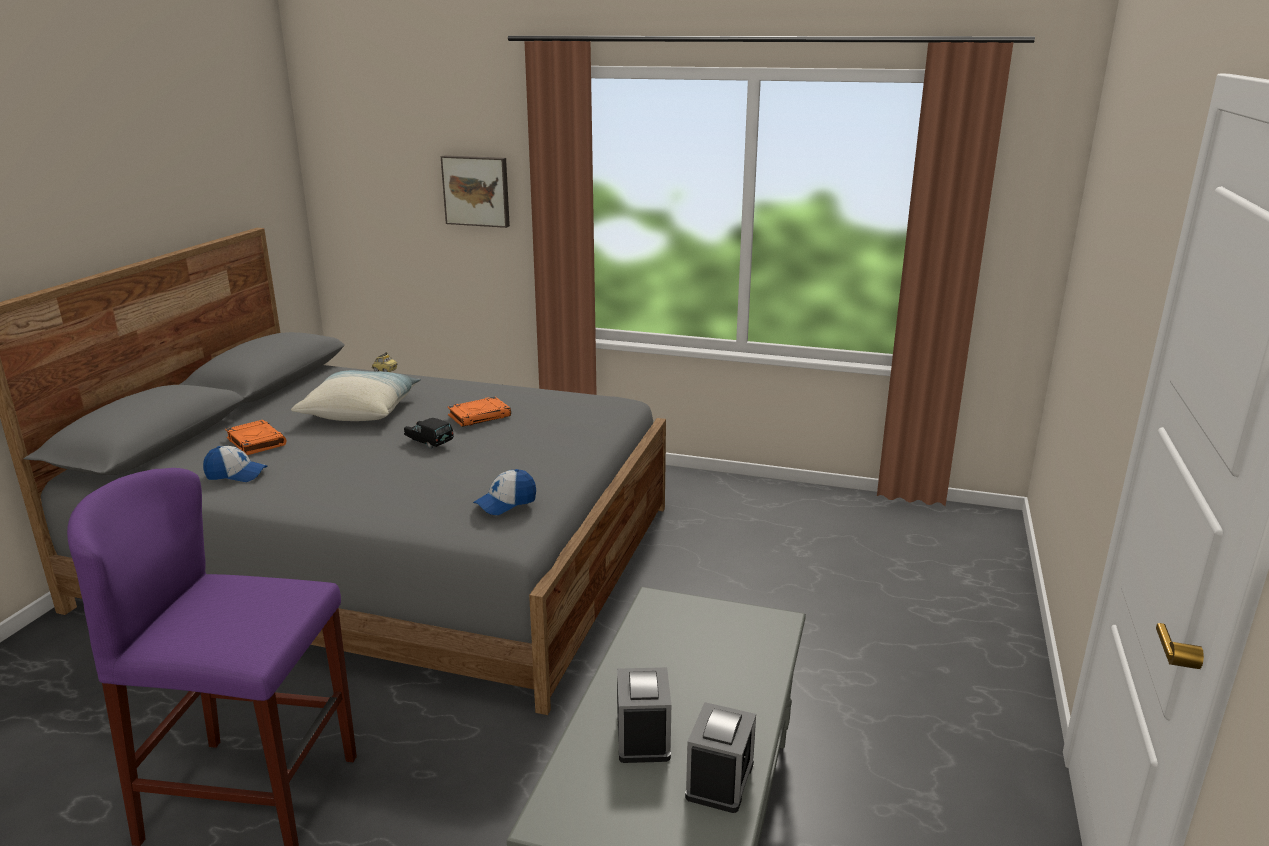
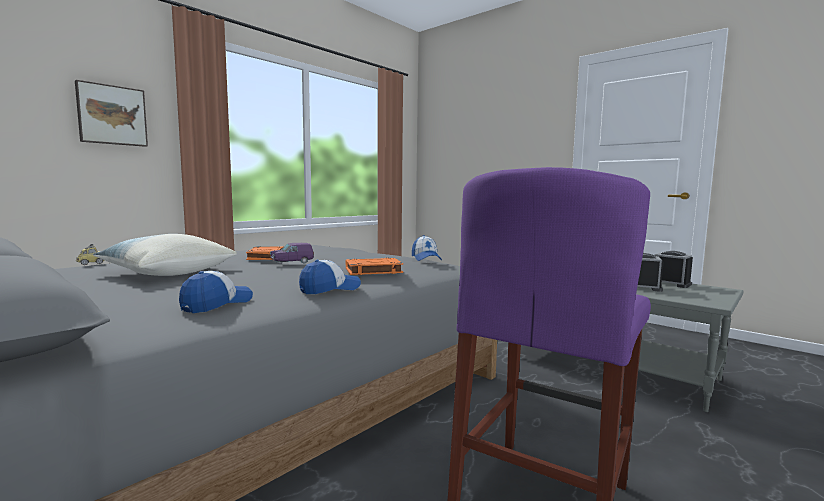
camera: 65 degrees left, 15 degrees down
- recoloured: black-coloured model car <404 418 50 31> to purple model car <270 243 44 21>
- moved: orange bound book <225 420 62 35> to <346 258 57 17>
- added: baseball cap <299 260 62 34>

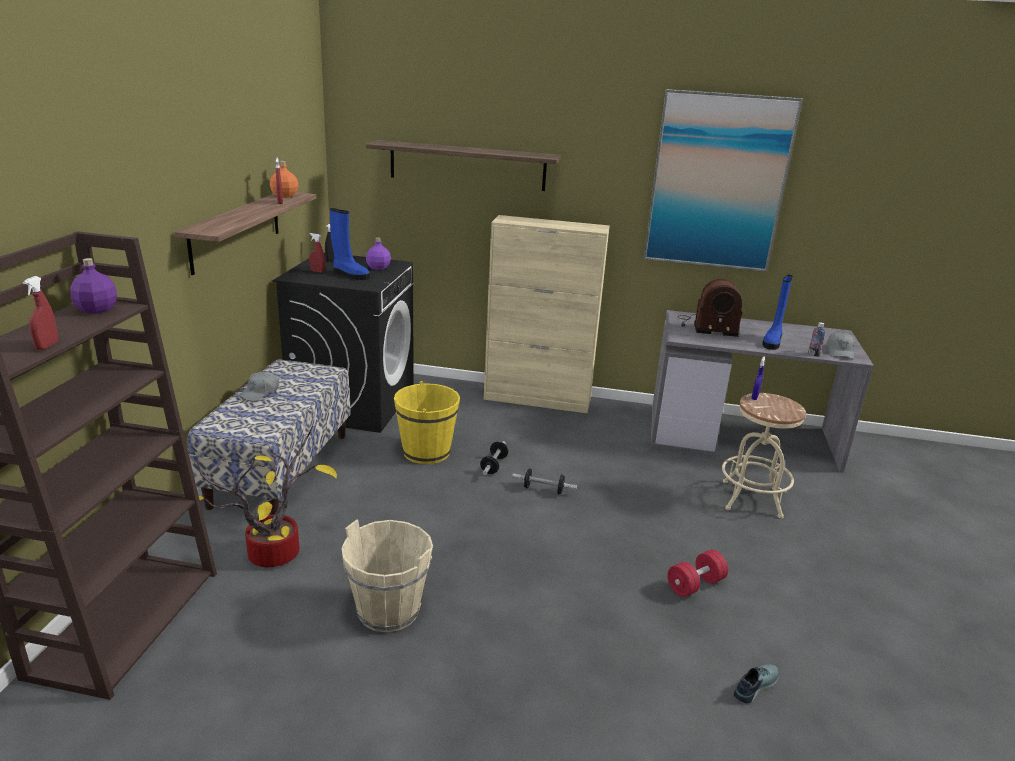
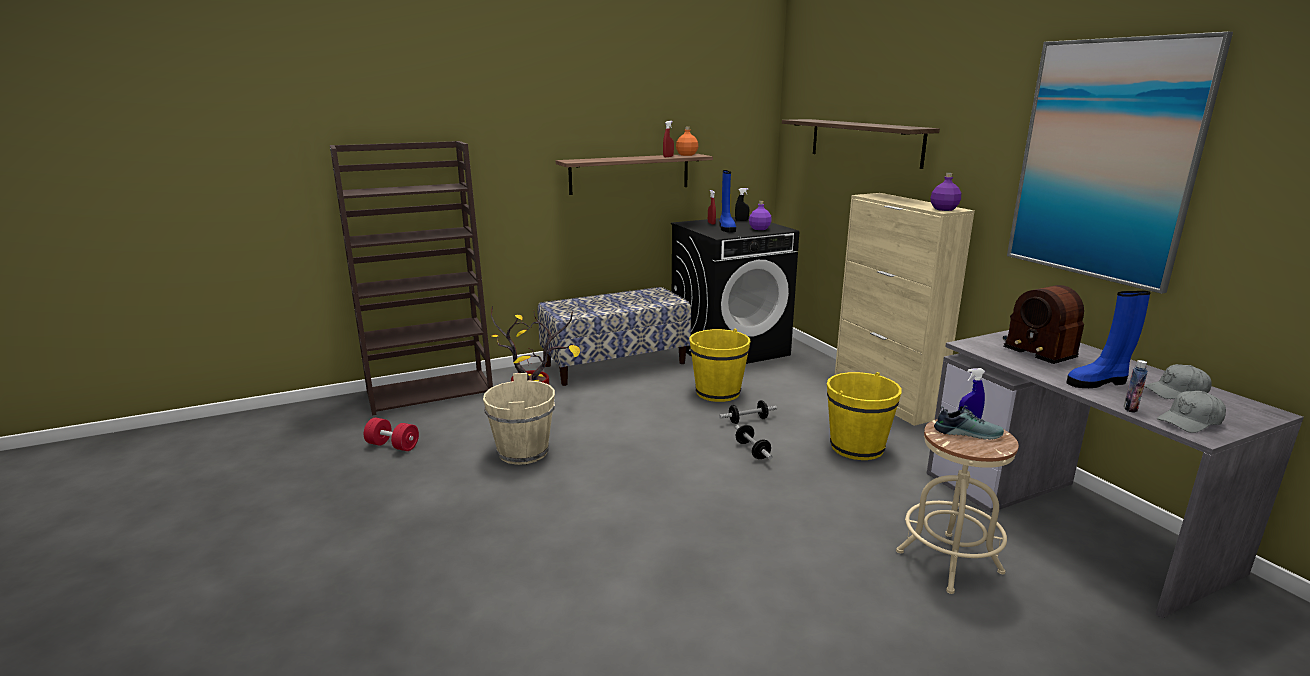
camera: 55 degrees right, 5 degrees down
- moved: purple beverage bottle <70 258 47 56> to <930 173 31 38>
- removed: red spray bottle <23 276 35 74>
- moved: grey baseball cap <238 372 41 30> to <1144 364 68 35>
- moved: red hand weight <667 550 61 47> to <364 418 55 33>
- moved: low shoe <734 664 45 40> to <934 405 70 35>
- added: yellowish pail <827 372 75 88>

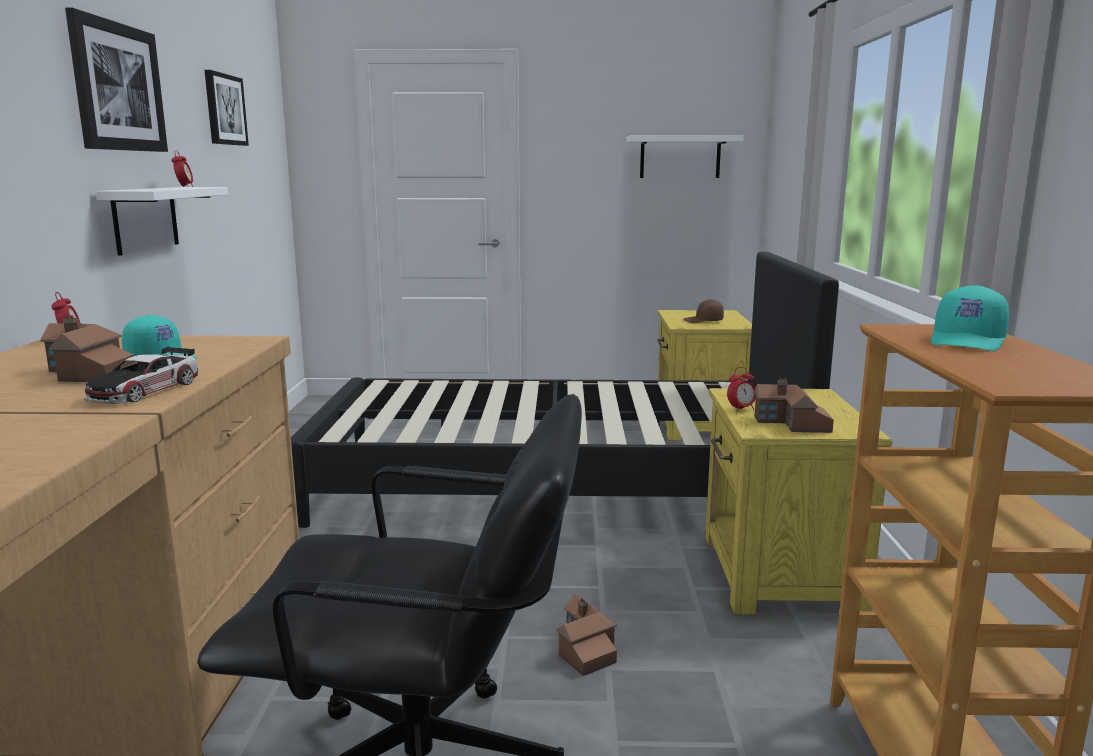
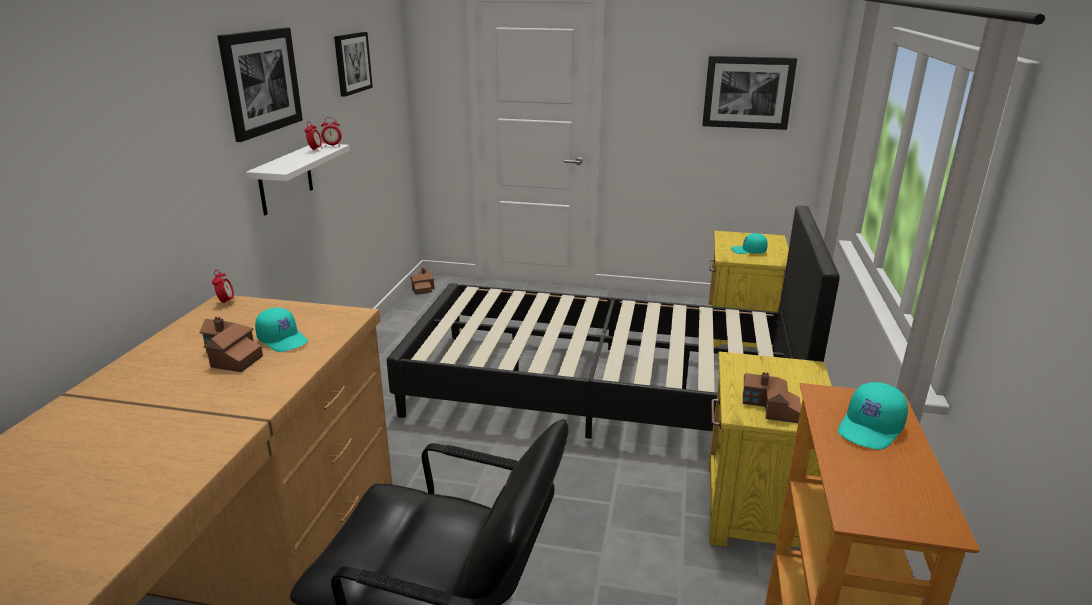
camera: 10 degrees right, 10 degrees up
- replaced: white bracket shelf <626 135 118 43> to wall art <702 56 95 74>
- recoloured: brown-coloured baseball cap <683 299 41 24> to turquoise-coloured baseball cap <731 233 37 21>
- removed: model car <84 346 114 58>
- moved: bedside clock <727 367 29 45> to <321 117 21 30>
- moved: miniature house <556 594 61 82> to <410 268 25 27>

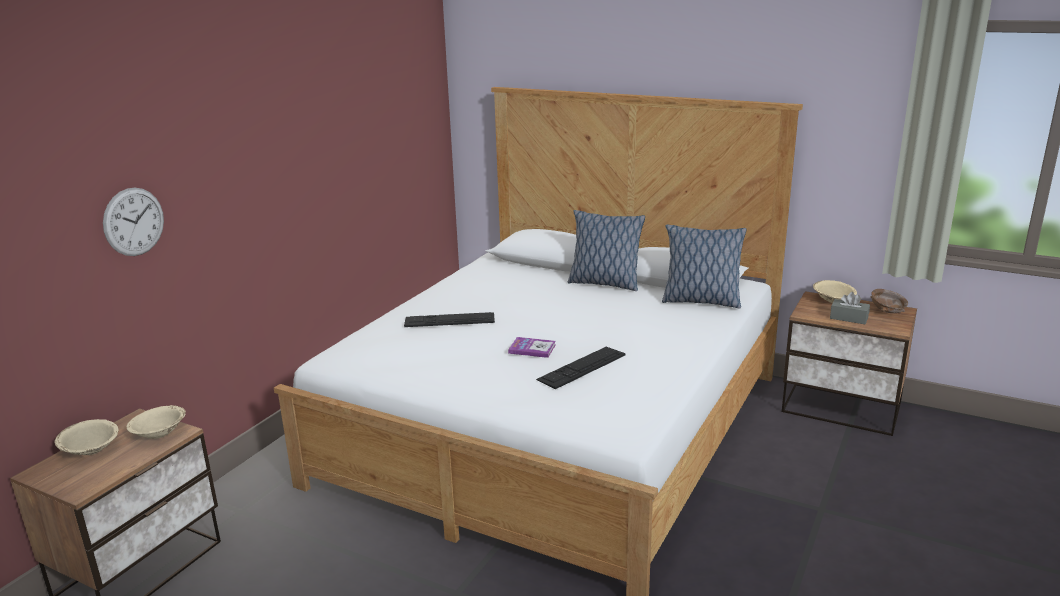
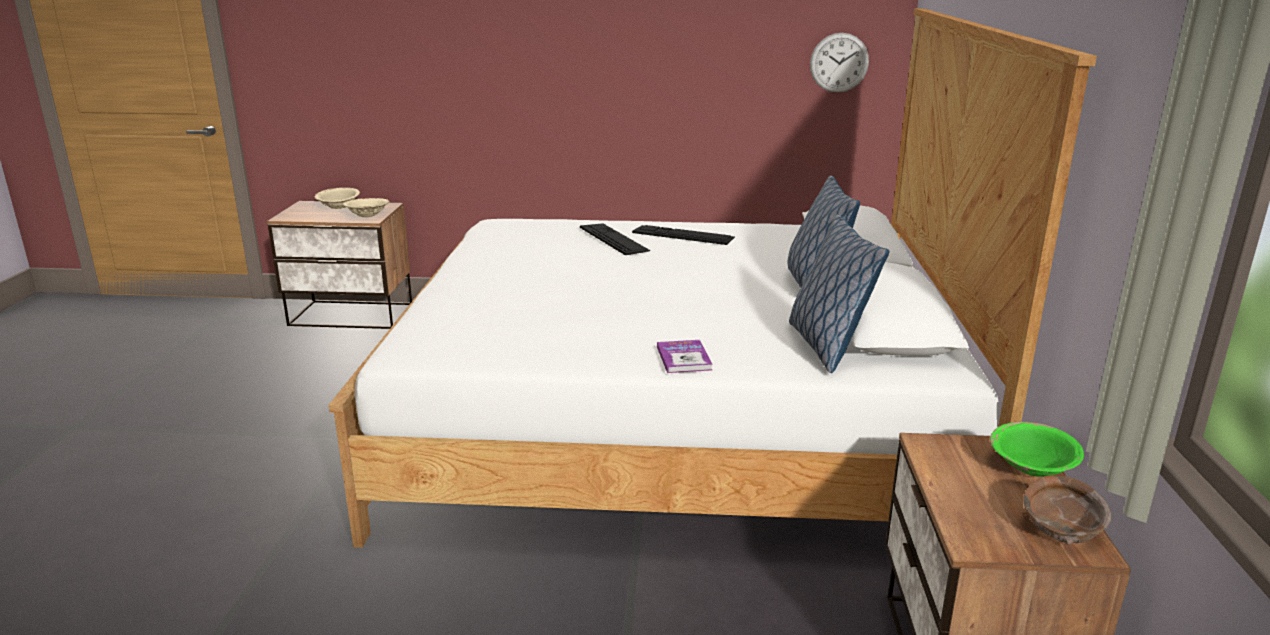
camera: 65 degrees right, 0 degrees up
- moved: clock on the wall <103 188 61 68> to <810 33 59 60>
- recoloured: beige-coloured deep dish <813 280 44 23> to greenish deep dish <990 422 94 55>
- removed: grey tissue box <830 292 40 32>
- moved: bound book <508 337 48 21> to <657 340 56 33>
- moved: keyboard <536 347 90 42> to <632 225 103 20>

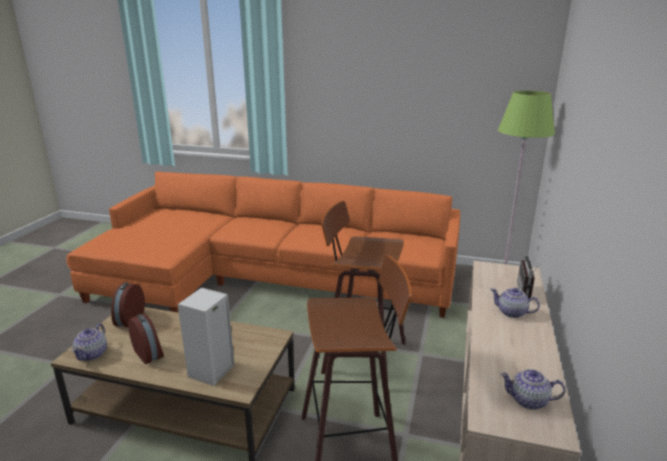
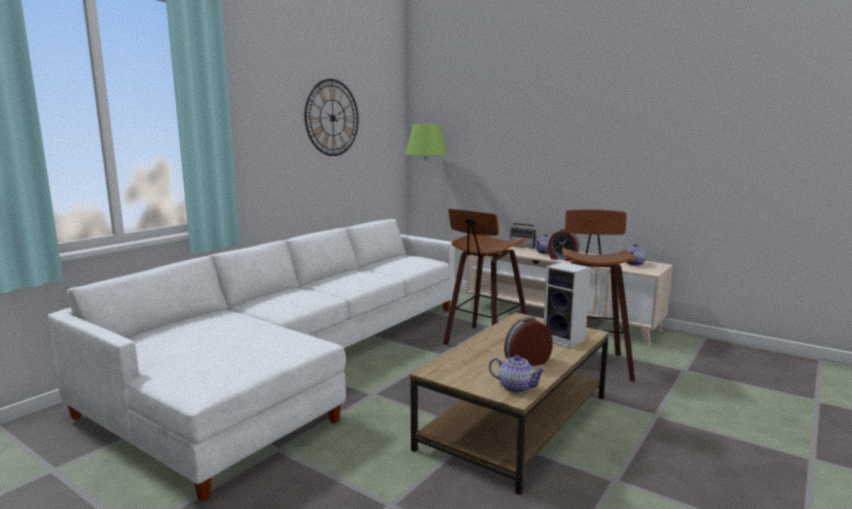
camera: 70 degrees left, 10 degrees down
- recoloured: orange couch <66 171 394 147> to white couch <48 219 407 283>
- moved: bedside clock <111 282 34 45> to <548 229 31 32>
- added: clock on the wall <305 79 54 77>

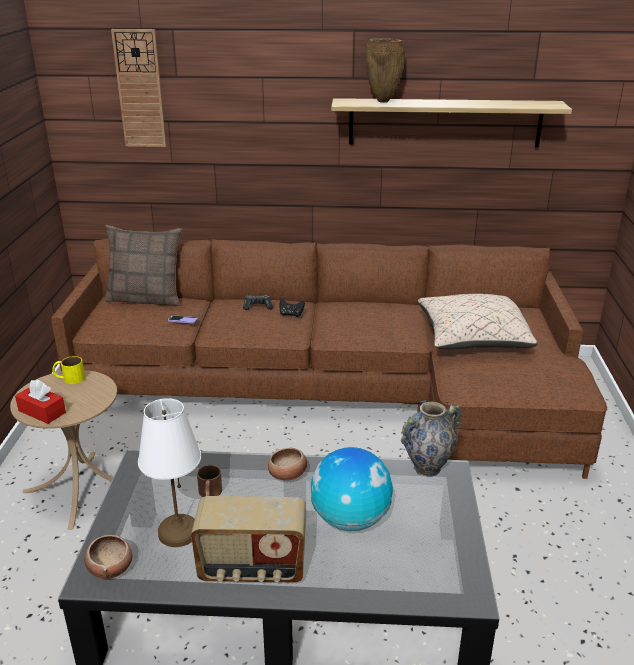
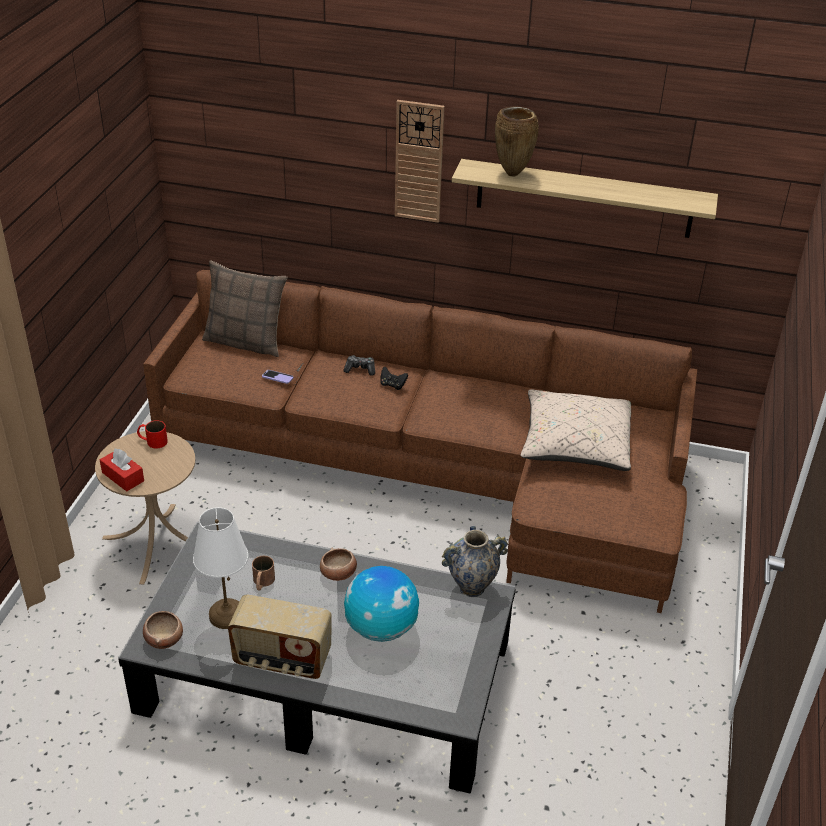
camera: 10 degrees right, 10 degrees up
- moved: clock on the wall <111 29 56 118> to <395 100 50 123>
- recoloured: yellowish tea mug <52 356 33 28> to red tea mug <137 420 31 29>

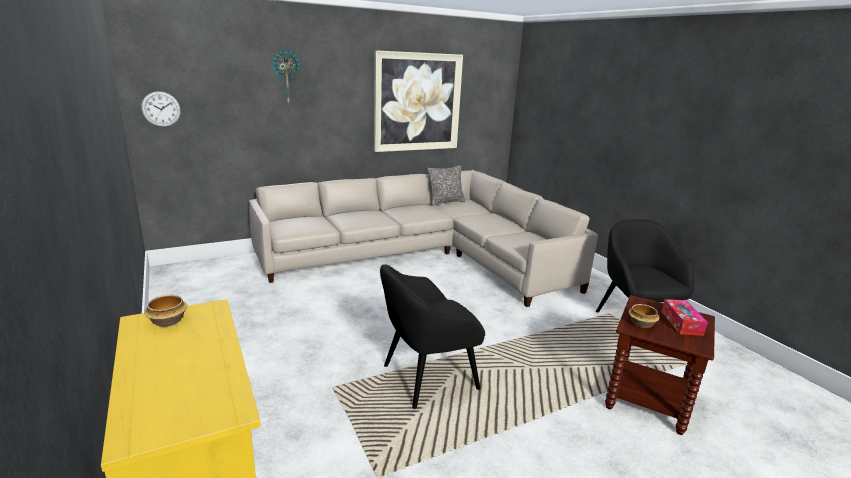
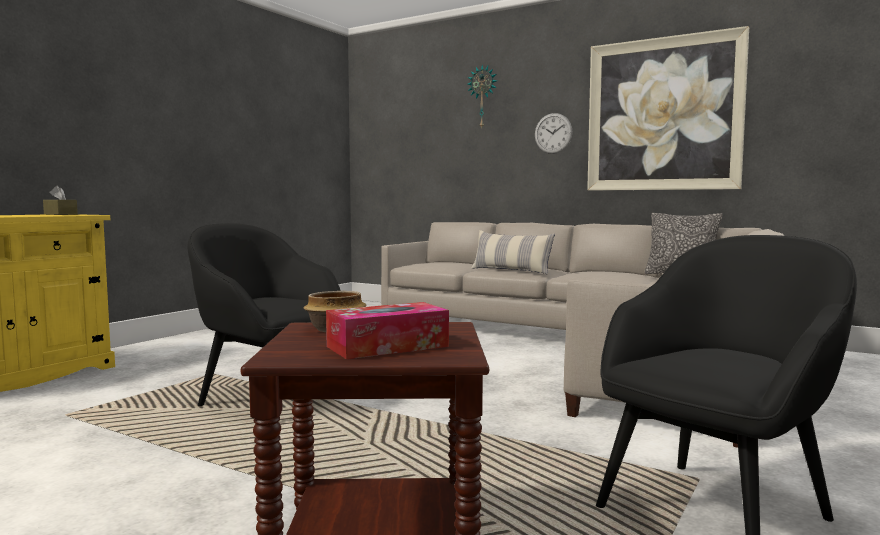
camera: 60 degrees right, 15 degrees down
- moved: clock on the wall <141 91 40 36> to <535 113 38 41>
- replaced: deep dish <144 295 43 32> to brown-coloured tissue box <43 185 35 30>
- added: cushion <471 230 84 44>

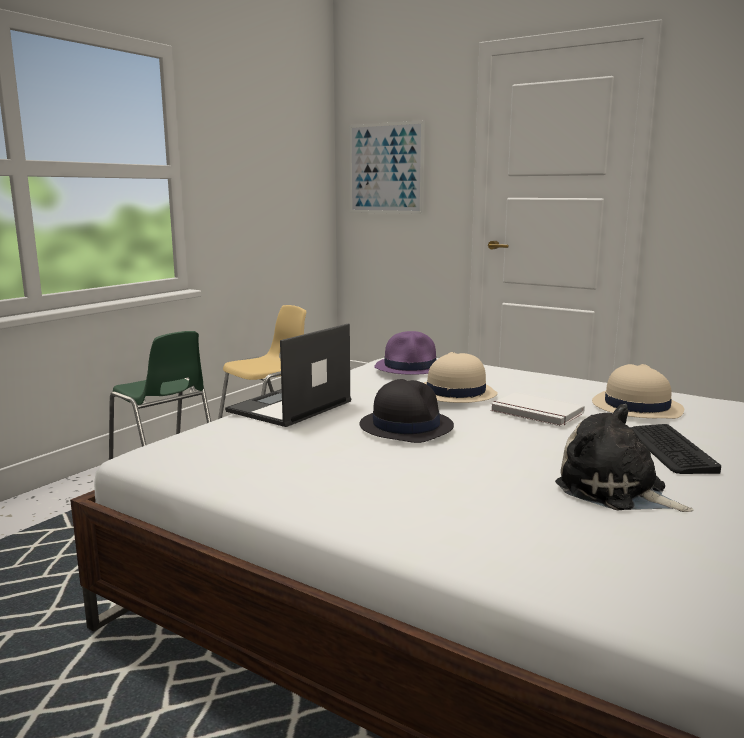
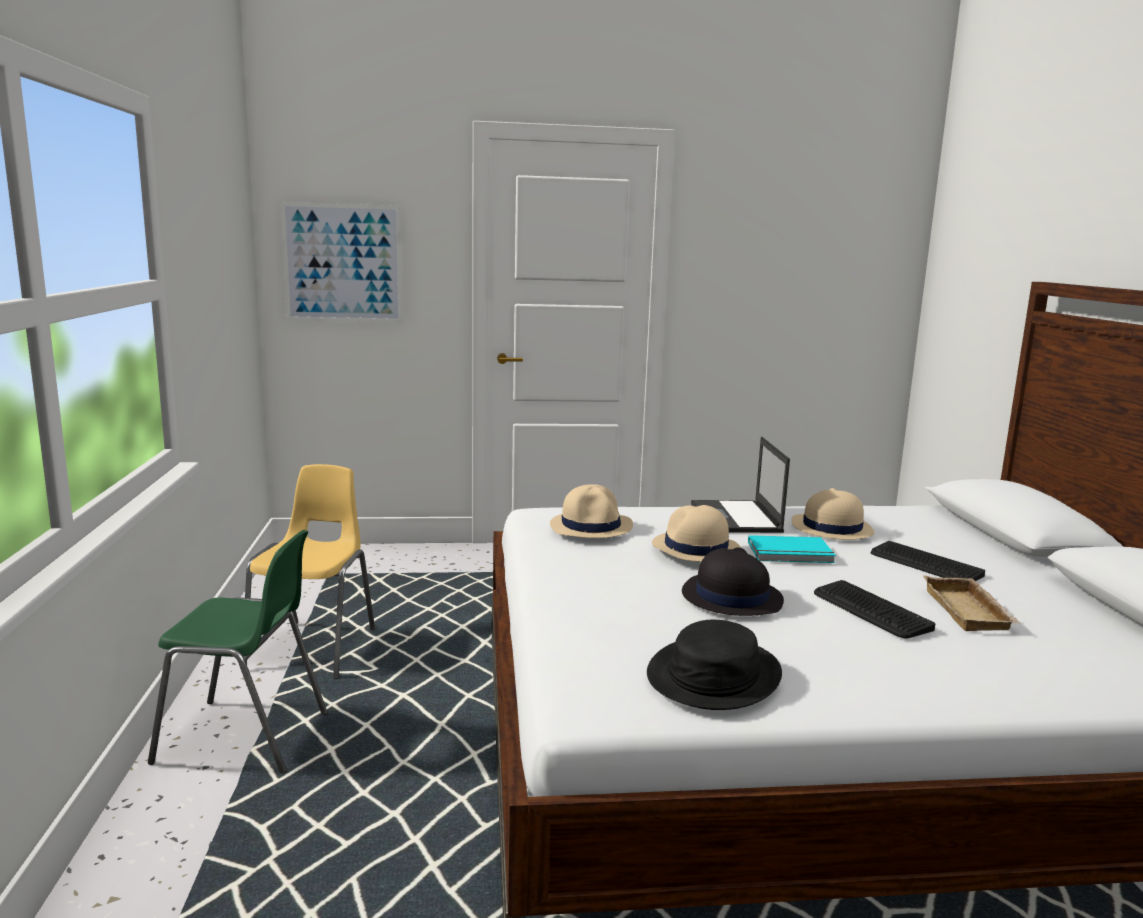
camera: 40 degrees left, 0 degrees up
- moved: portable computer <225 323 126 104> to <691 437 99 96>
- recoloured: purple hat <374 331 62 44> to beige-coloured hat <550 484 83 54>
- recoloured: white bound book <490 392 95 35> to turquoise-coloured bound book <748 535 88 28>
- replaced: cuddly toy <555 404 139 108> to beige-coloured serving tray <923 575 97 56>
- added: keyboard <814 580 121 59>
- added: black-coloured hat <647 620 135 90>

